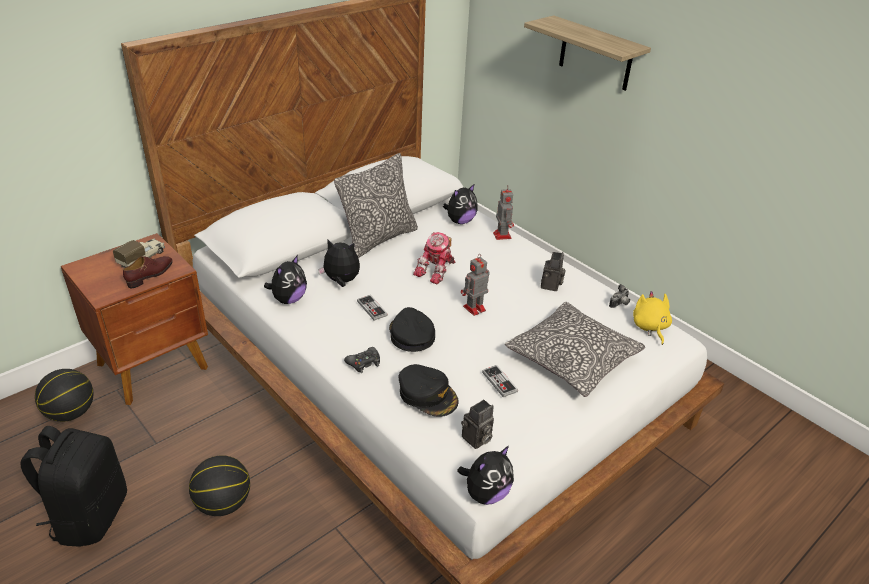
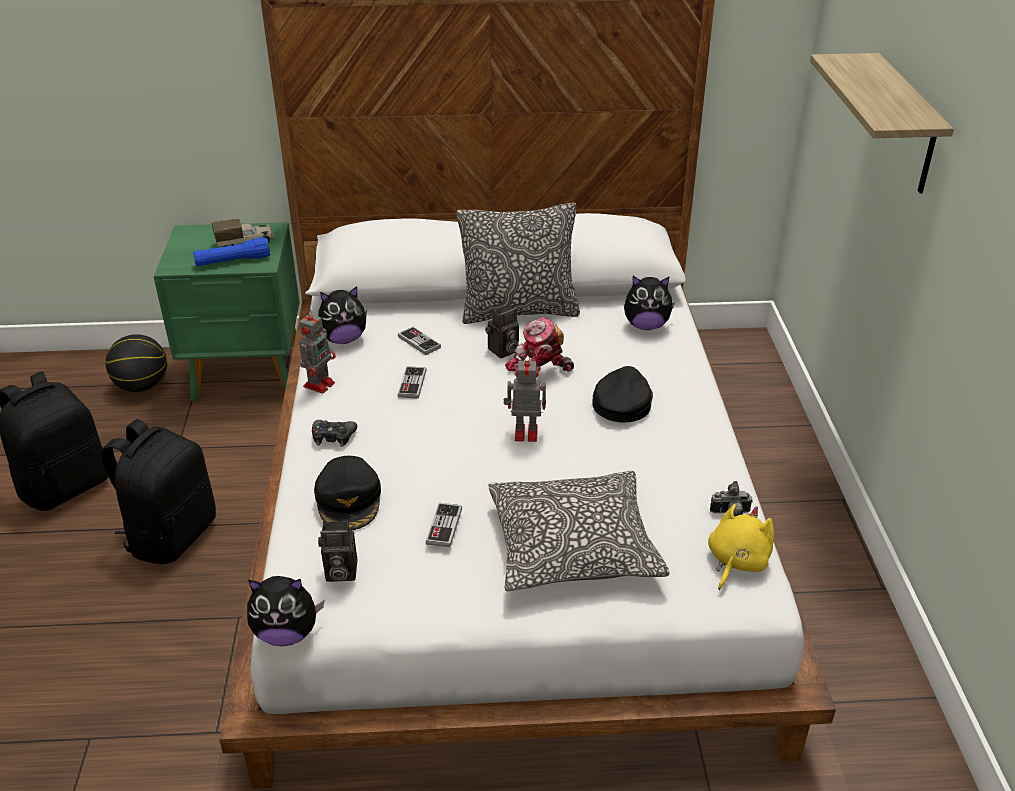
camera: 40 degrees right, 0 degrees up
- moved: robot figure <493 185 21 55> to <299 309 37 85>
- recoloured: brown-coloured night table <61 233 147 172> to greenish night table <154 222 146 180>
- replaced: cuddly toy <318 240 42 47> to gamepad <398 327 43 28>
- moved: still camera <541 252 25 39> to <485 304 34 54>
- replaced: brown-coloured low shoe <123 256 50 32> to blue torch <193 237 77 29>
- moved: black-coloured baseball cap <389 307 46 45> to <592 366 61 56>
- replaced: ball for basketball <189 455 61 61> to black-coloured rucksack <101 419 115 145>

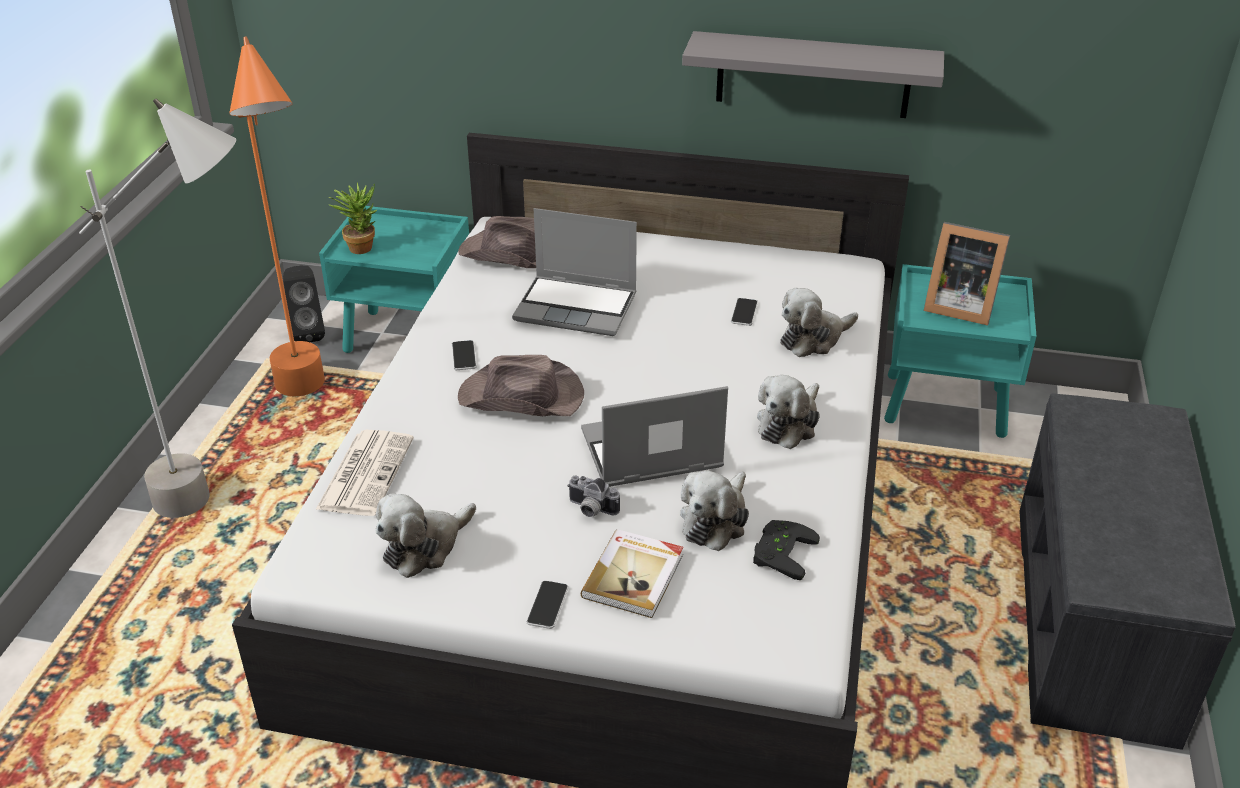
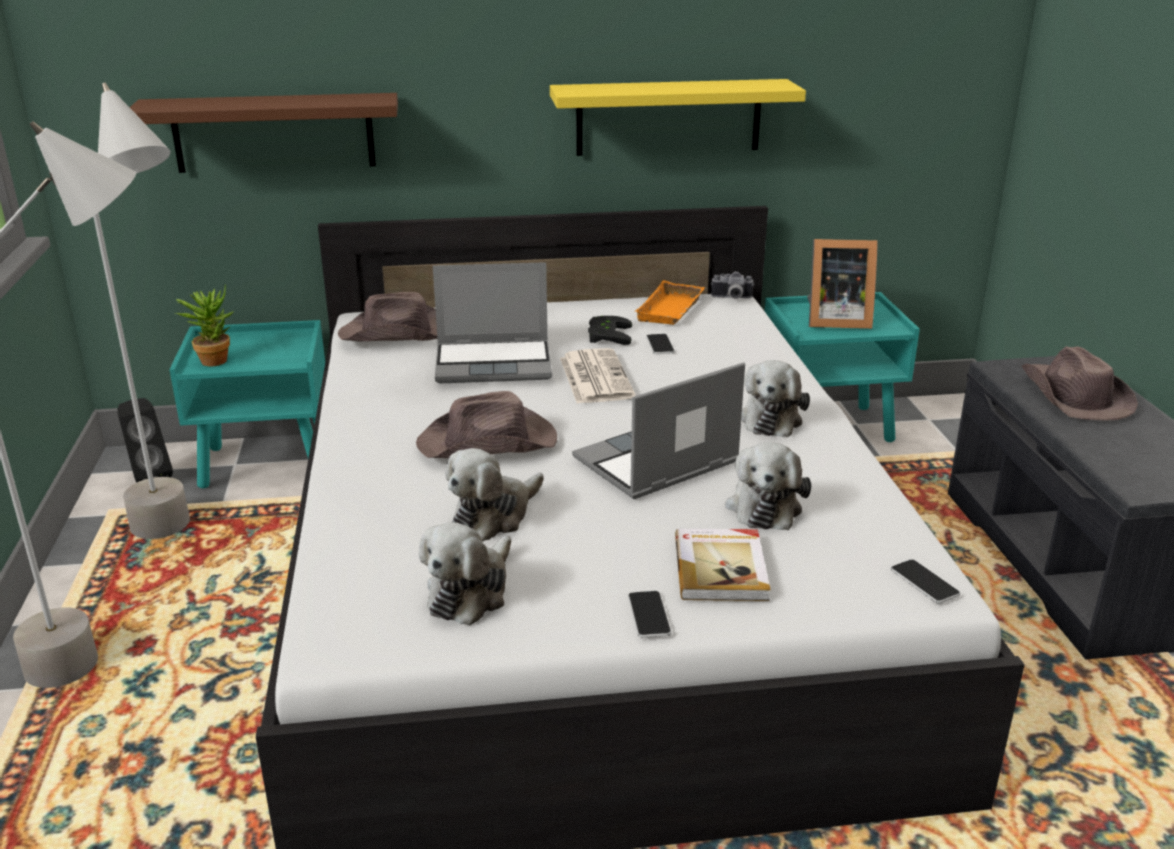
camera: 20 degrees left, 10 degrees down
- recoloured: grey bracket shelf <682 31 262 87> to yellowish bracket shelf <550 79 256 77>
- recoloured: orange standard lamp <229 37 96 359> to grey standard lamp <94 83 96 456>
- moved: cuddly toy <780 288 78 69> to <445 448 99 94>
- moved: phone <452 340 25 30> to <891 559 69 45>
- moved: printed paper <315 430 99 86> to <560 348 76 56>
- moved: still camera <567 475 53 42> to <711 271 43 28>
- moved: black-coloured gamepad <753 520 67 60> to <588 316 44 29>
- added: brown-coloured bracket shelf <130 93 268 80>
- added: orange serving tray <635 280 70 45>
- added: brown-coloured hat <1022 346 116 75>

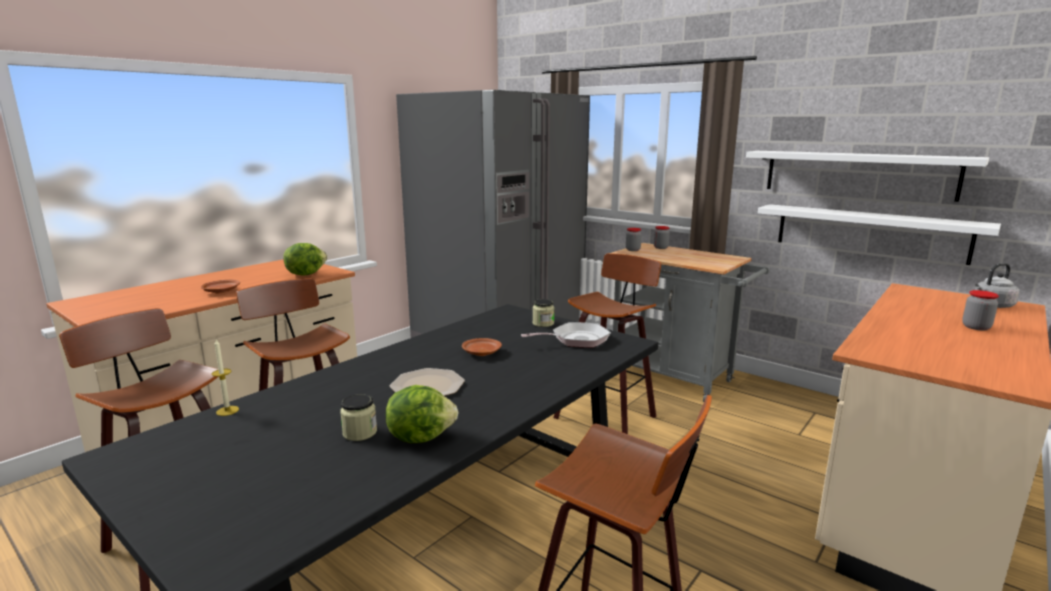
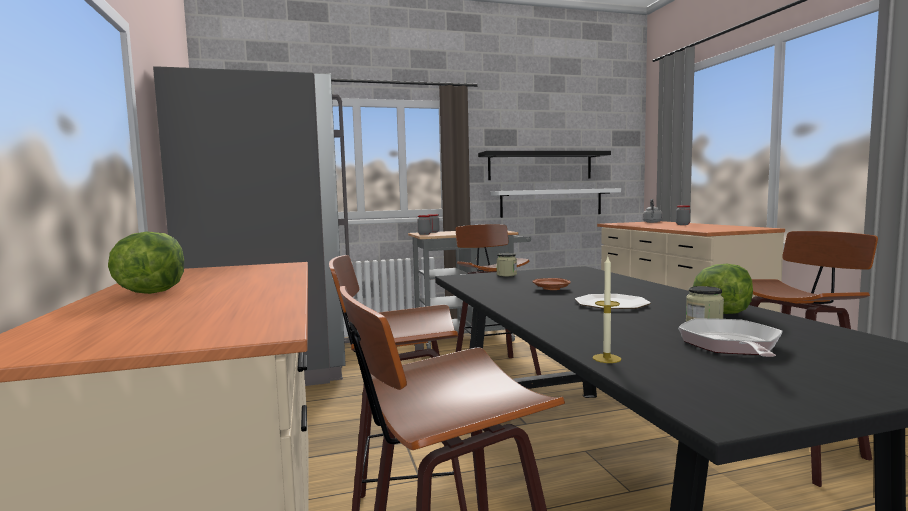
camera: 55 degrees left, 10 degrees down
- recoloured: white bracket shelf <746 151 243 51> to black-coloured bracket shelf <478 151 133 29>
- moved: lettuce <283 243 44 33> to <108 231 76 63>
- removed: brown-coloured plate <201 280 39 13>
- moved: frying pan <521 322 90 26> to <678 318 105 39>

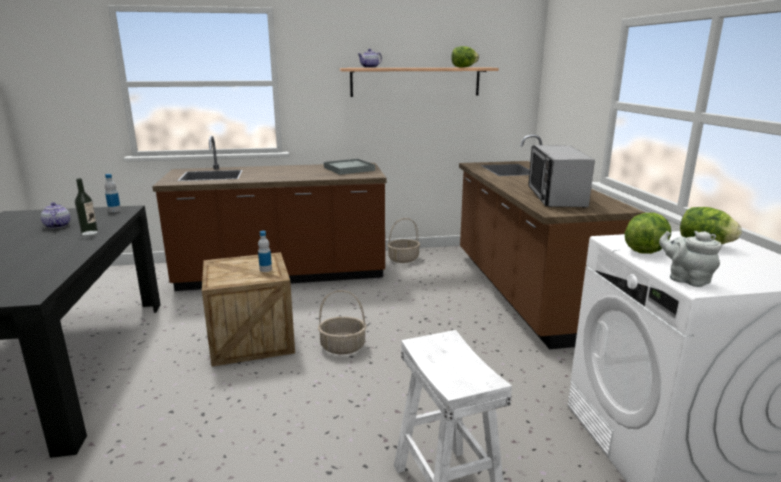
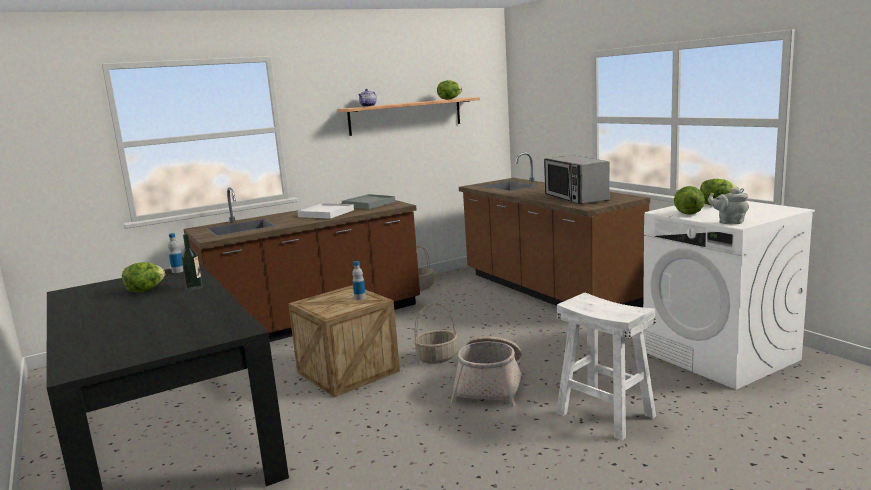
camera: 20 degrees left, 5 degrees down
- replaced: tea pot <41 202 29 27> to lettuce <122 262 43 30>
- added: white serving tray <297 203 57 16>
- added: household basket <451 337 72 70>

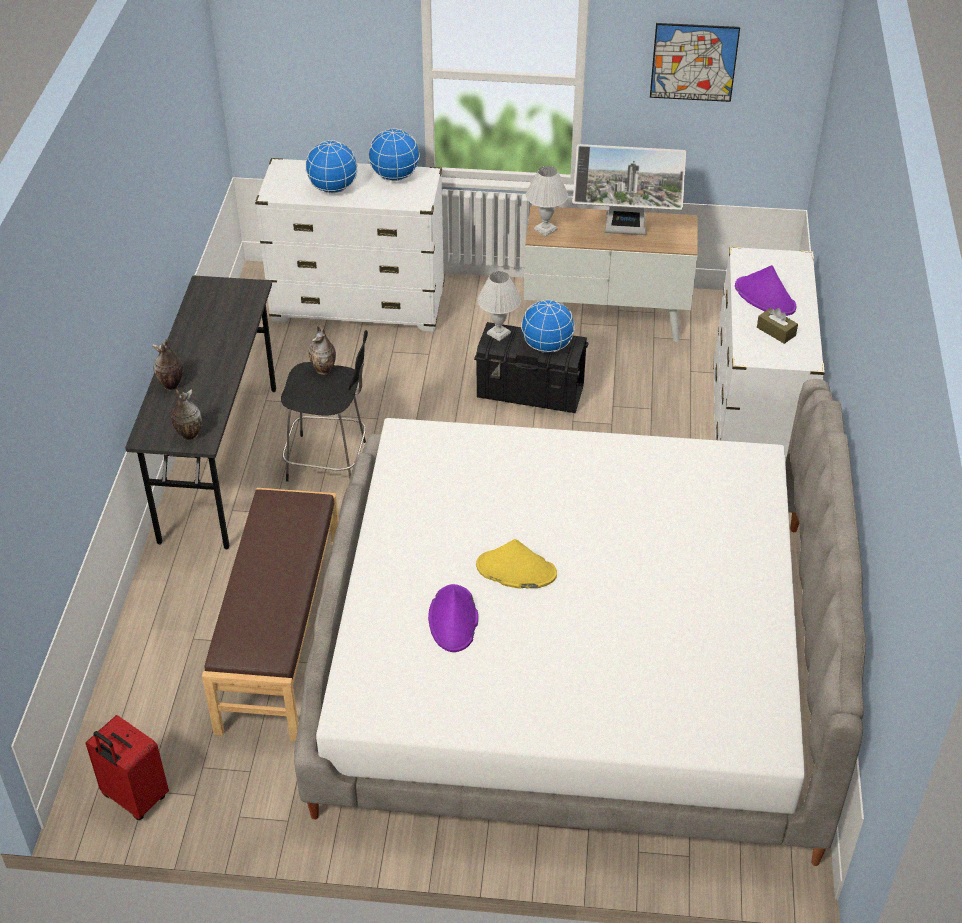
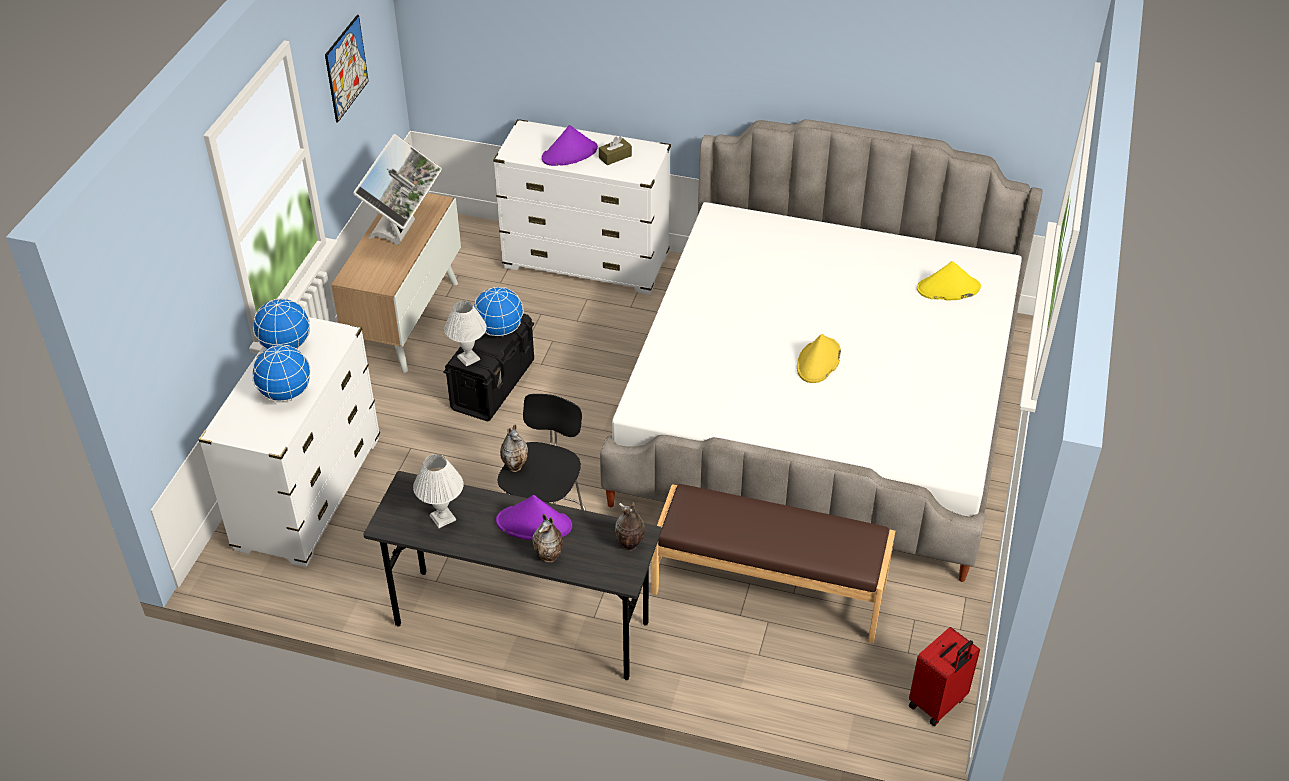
camera: 80 degrees left, 0 degrees up
- moved: white lamp for a table <526 166 42 70> to <413 454 51 74>
- moved: purple hat <428 584 50 68> to <496 495 76 45>
- added: yellowish hat <917 261 64 39>

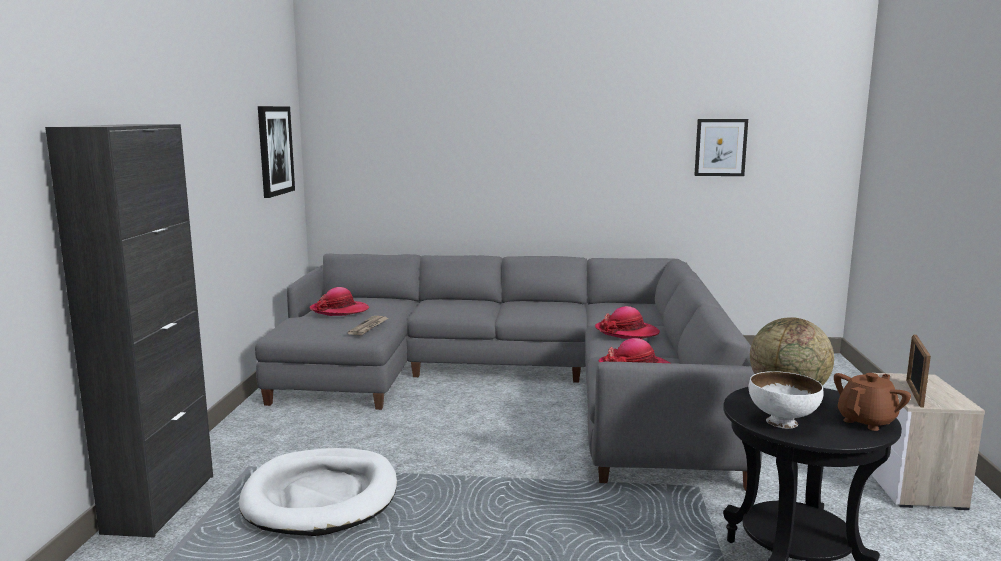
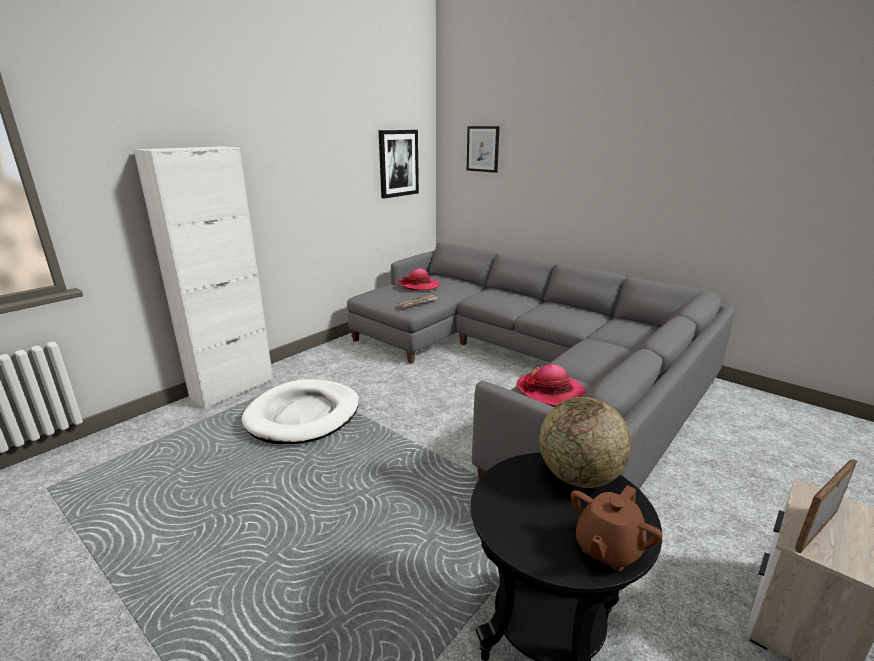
camera: 35 degrees right, 10 degrees up
- moved: wall art <694 119 54 57> to <467 126 33 47>
- recoloured: black-coloured storage cabinet <45 124 168 413> to white storage cabinet <134 146 139 263>
- removed: hat <595 306 65 33>
- removed: white deep dish <748 371 75 57>
- turned: brown-coloured tea pot <834 373 77 58> = <571 485 92 86> 135 degrees clockwise

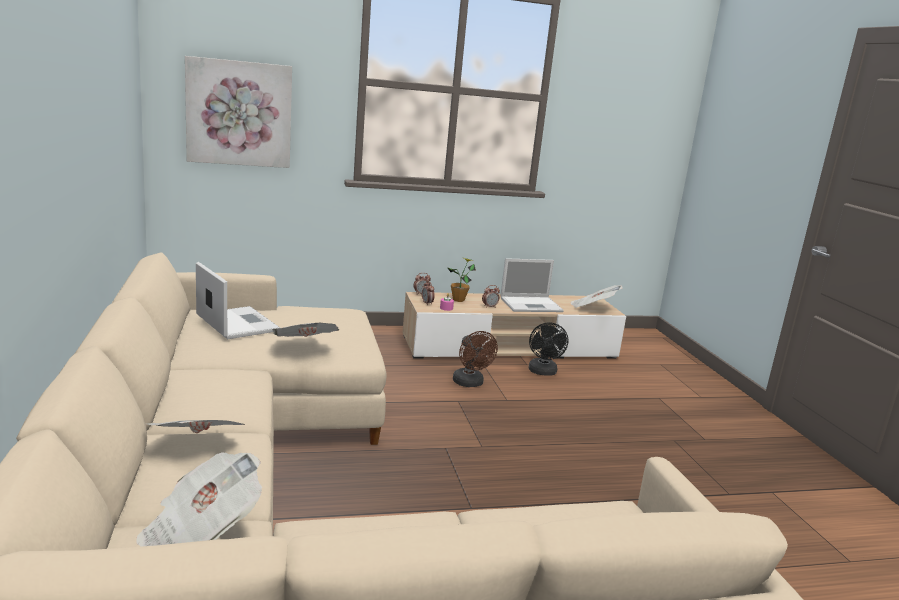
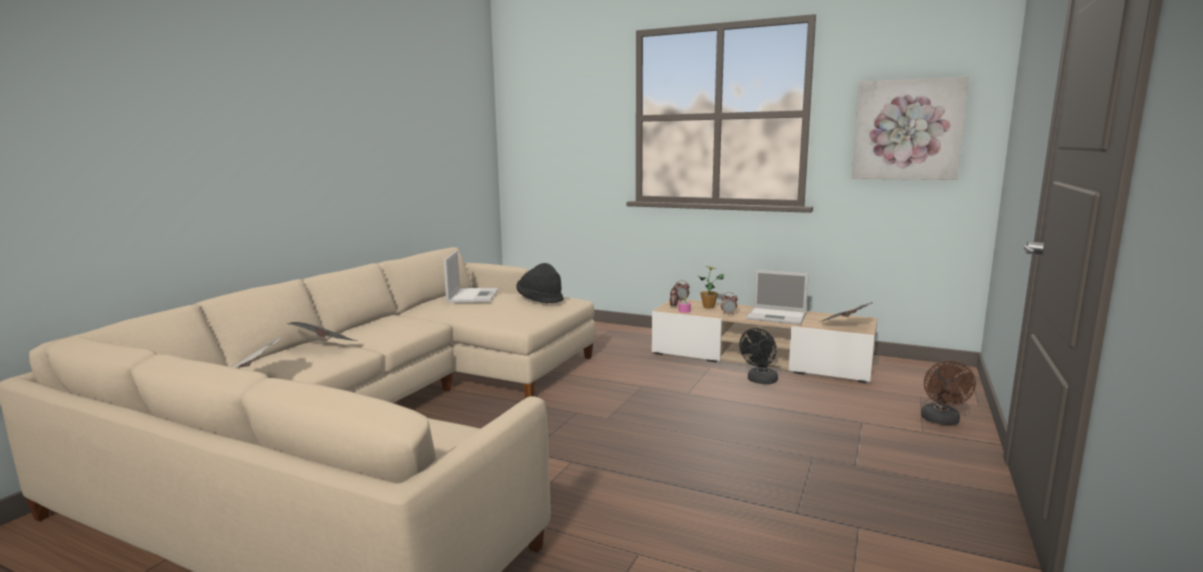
camera: 40 degrees right, 5 degrees down
- moved: wall art <185 56 107 112> to <852 77 117 103>
- removed: printed paper <273 323 66 14>
- moved: brown-coloured fan <453 331 45 56> to <921 361 55 64>
- added: black-coloured hat <516 263 48 41>

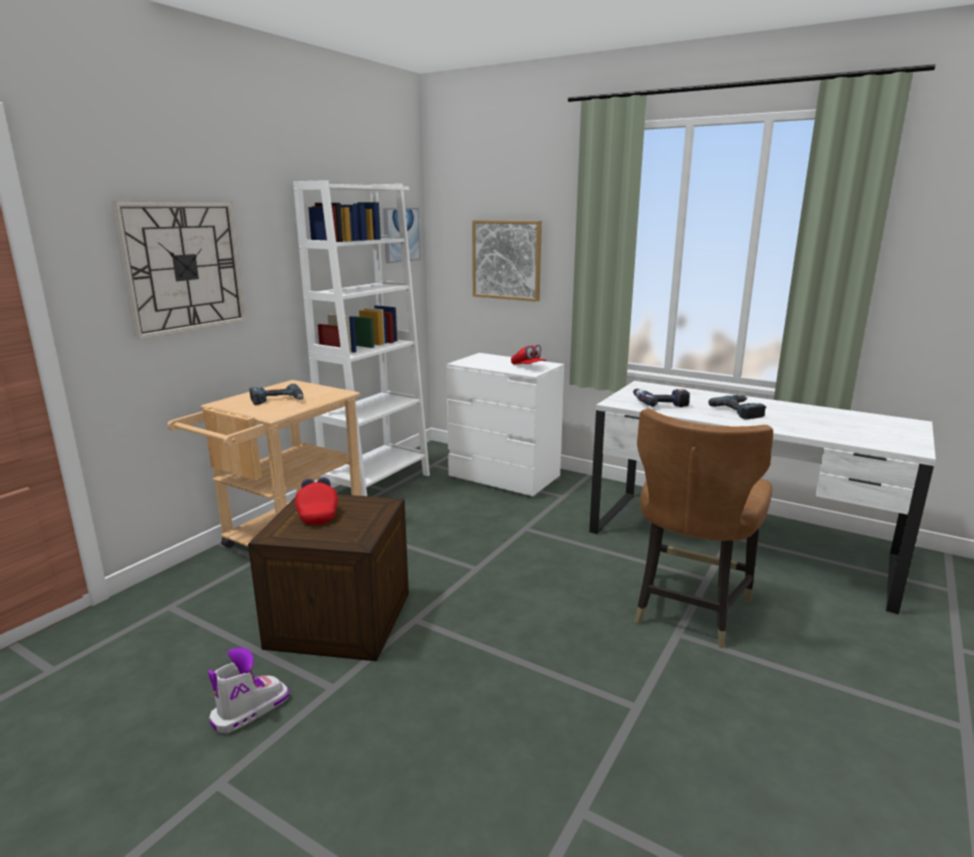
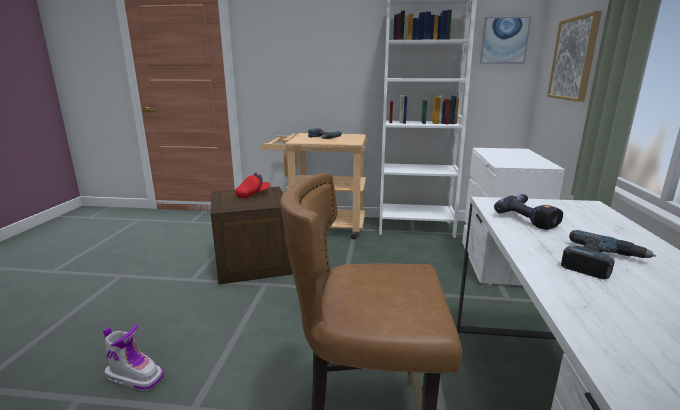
camera: 65 degrees right, 0 degrees up
- removed: clock on the wall <111 201 135 139>
- removed: red baseball cap <511 345 36 20>
- moved: tall boot <208 648 81 85> to <103 324 60 66>

